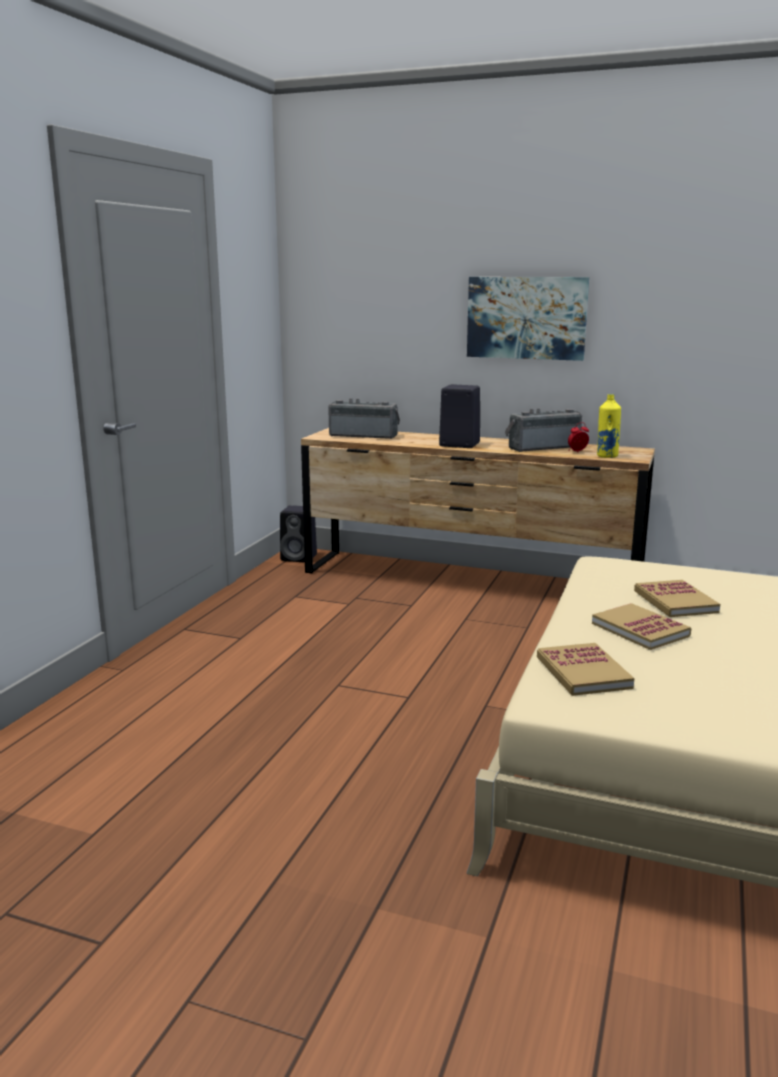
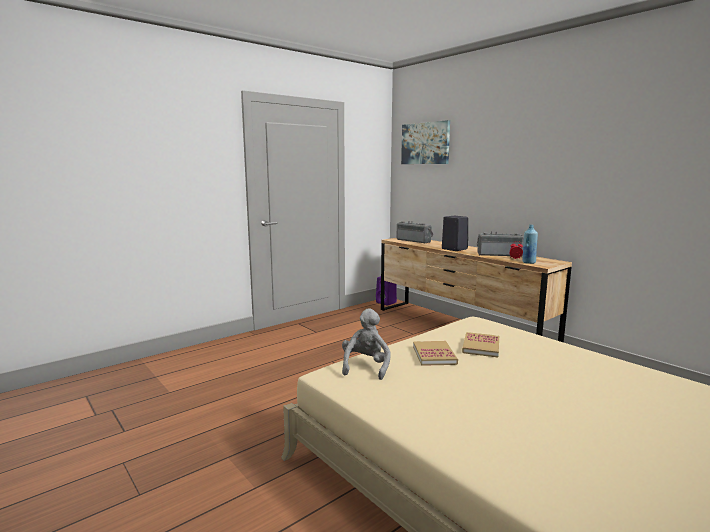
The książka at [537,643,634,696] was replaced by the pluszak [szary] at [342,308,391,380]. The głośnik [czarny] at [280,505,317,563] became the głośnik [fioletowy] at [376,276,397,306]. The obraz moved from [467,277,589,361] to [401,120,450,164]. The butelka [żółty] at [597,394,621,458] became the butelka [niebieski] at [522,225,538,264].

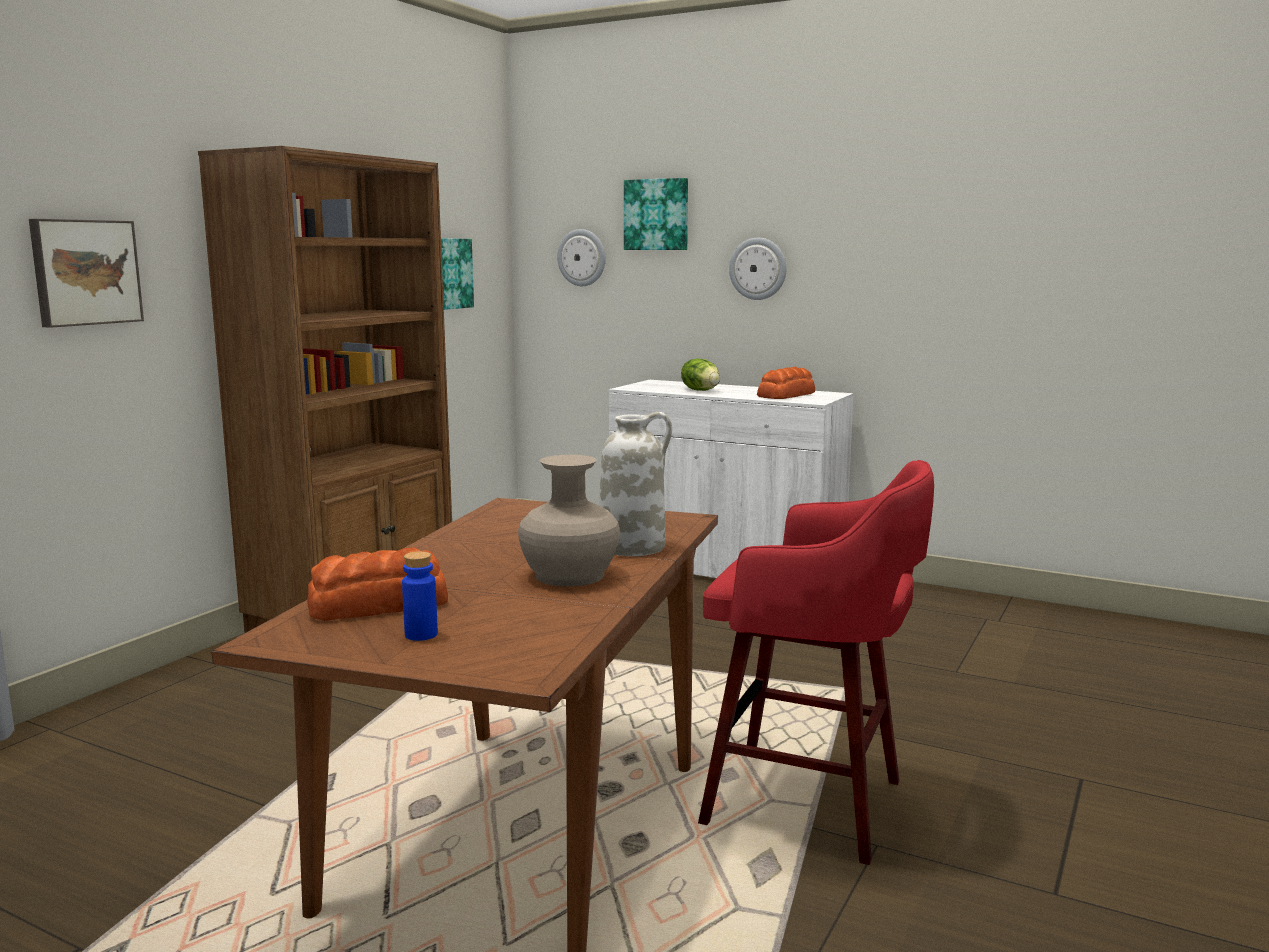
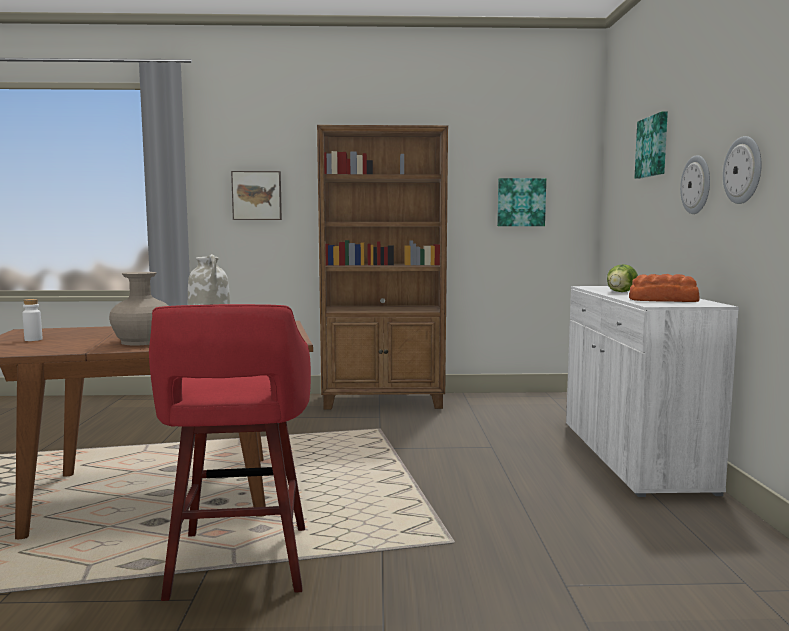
The butelka [niebieski] at [402,551,438,641] became the butelka [biały] at [22,299,42,341]. The zegar ścienny moved from [557,229,606,286] to [723,136,762,204]. The chleb at [307,548,448,621] disappeared.

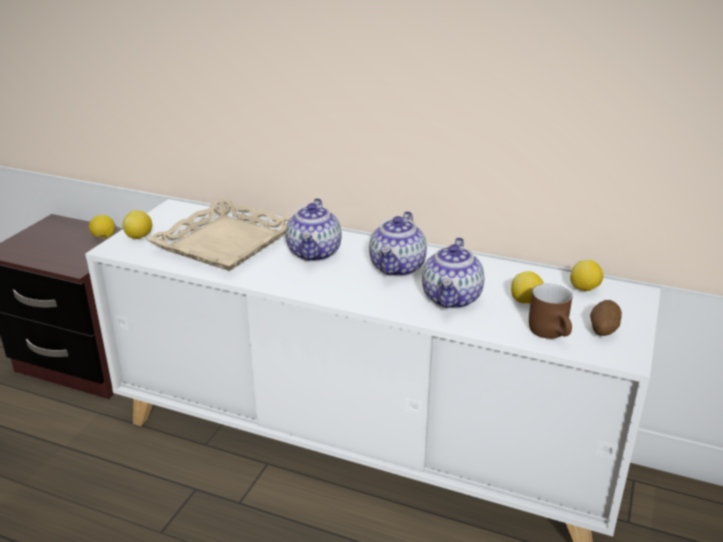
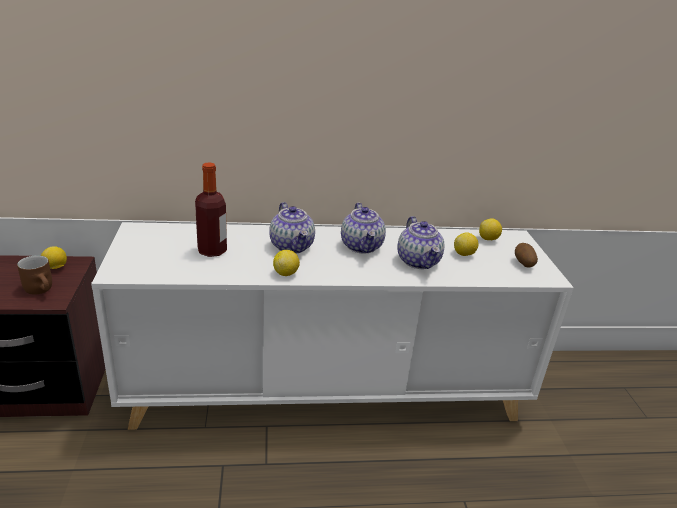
The kubek [brązowy] moved from [529,284,572,339] to [17,255,52,295]. The taca [beżowy] at [146,198,291,271] was replaced by the butelka at [195,162,227,257]. The cytryna moved from [122,210,152,239] to [273,250,300,276].

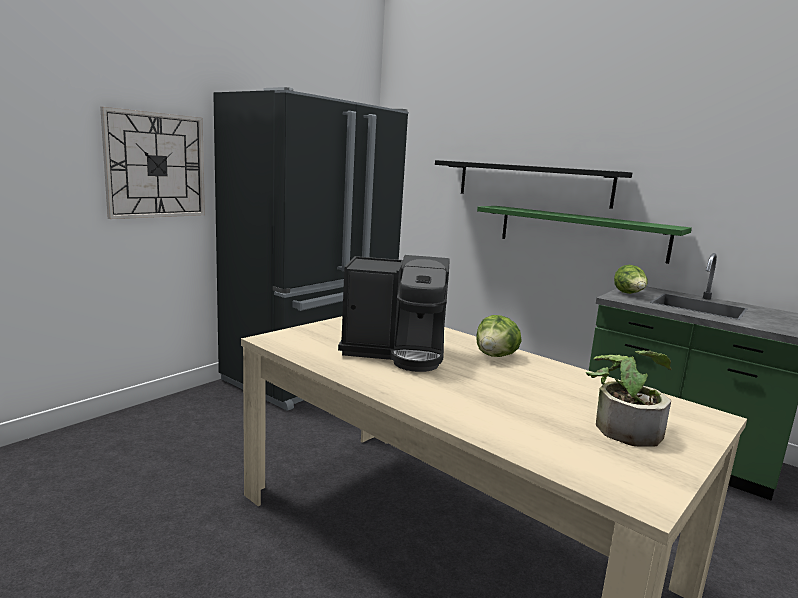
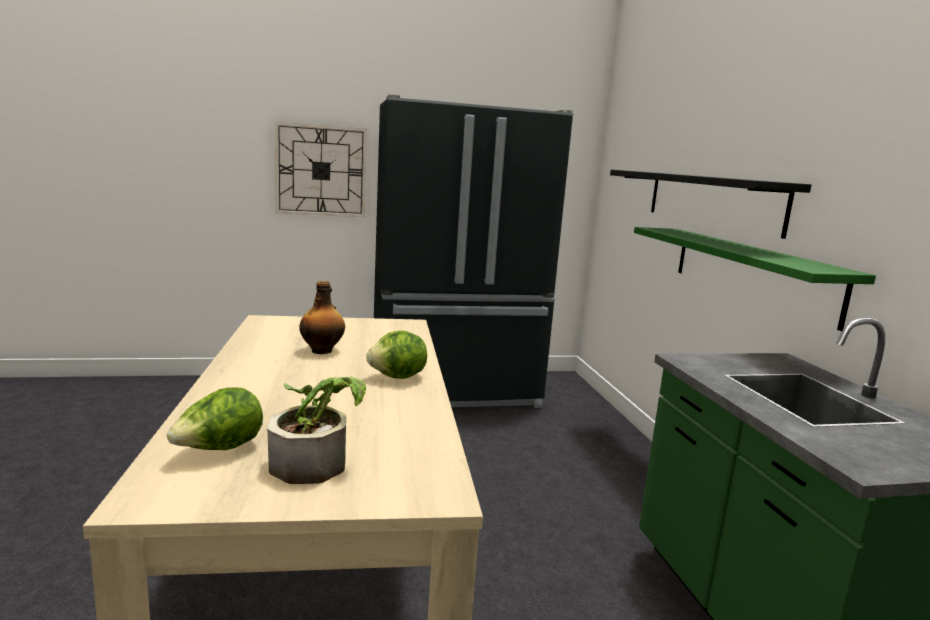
The sałata moved from [614,265,648,294] to [167,388,263,450]. The ekspres do kawy at [338,255,450,372] was replaced by the butelka at [299,281,345,354].

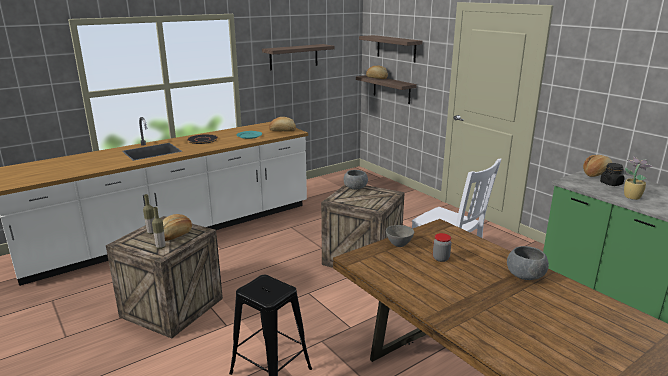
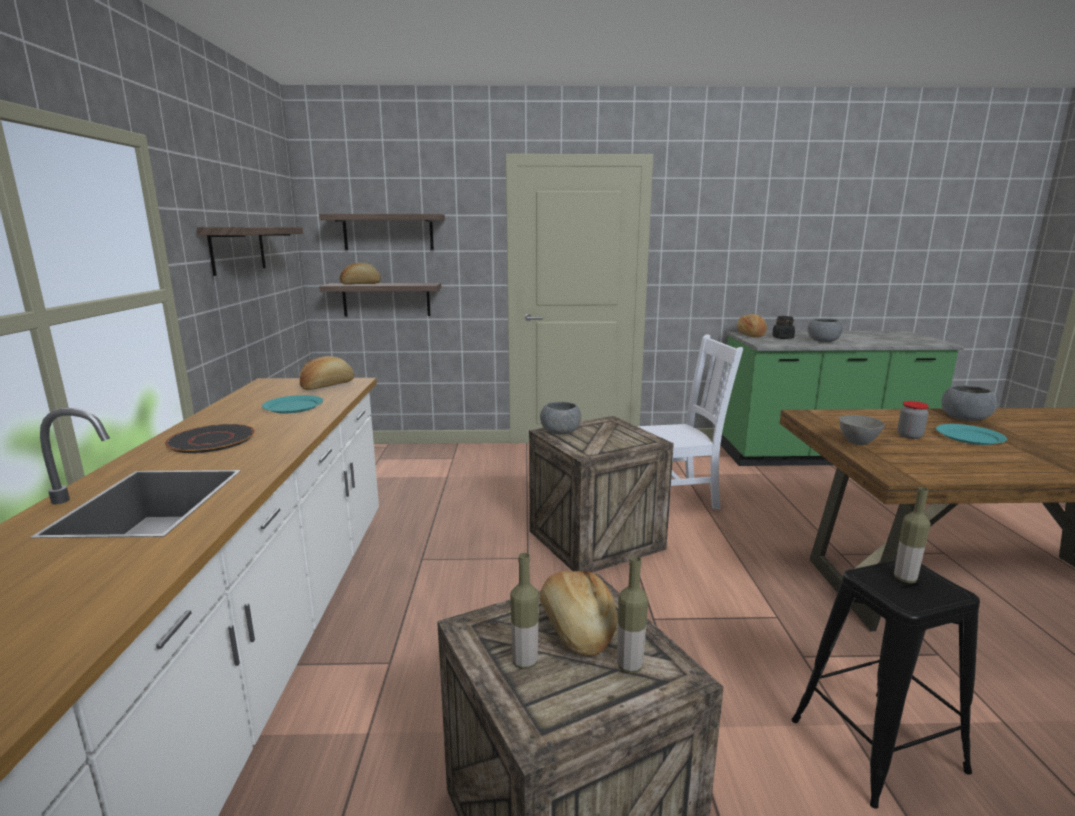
The roślina doniczkowa at [624,157,653,200] was replaced by the miska [szary] at [807,318,843,342]. The butelka at [894,487,930,583] appeared. The talerz [turkusowy] at [936,424,1007,445] appeared.

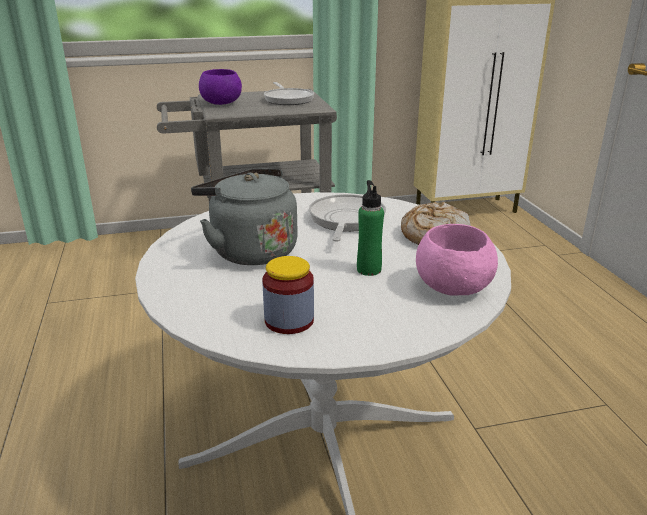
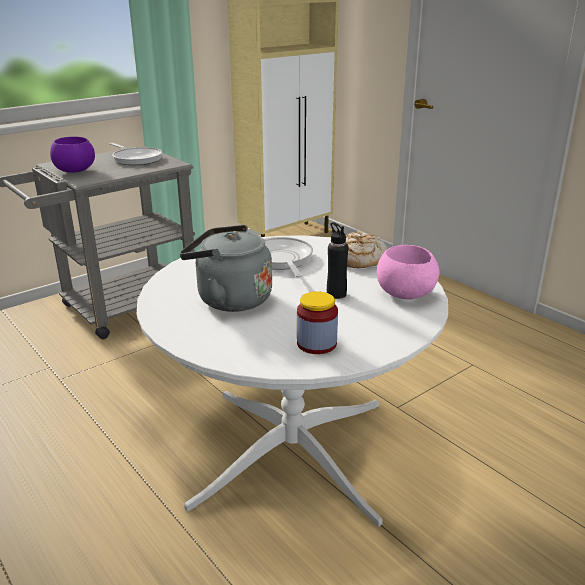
The butelka [zielony] at [357,180,384,276] became the butelka [czarny] at [327,222,348,299].

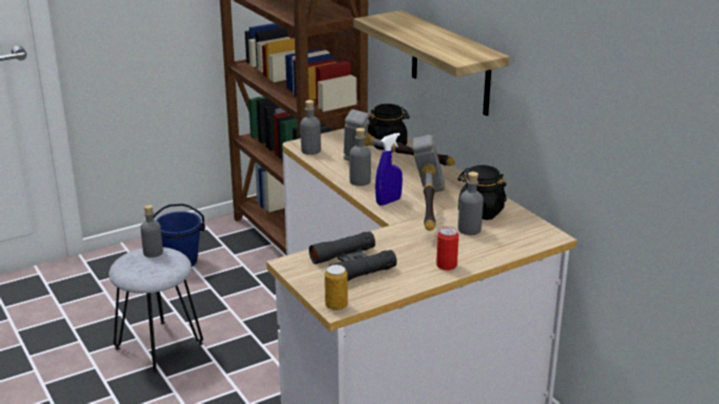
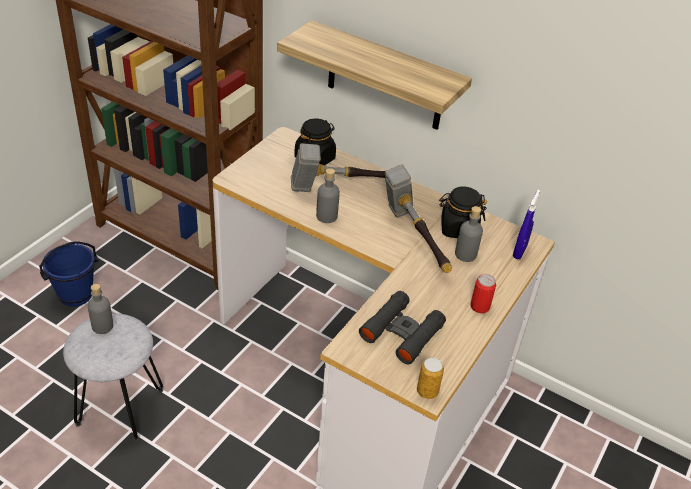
The spryskiwacz [niebieski] moved from [375,133,402,206] to [513,190,540,259]. The butelka [szary] at [300,100,321,155] disappeared.

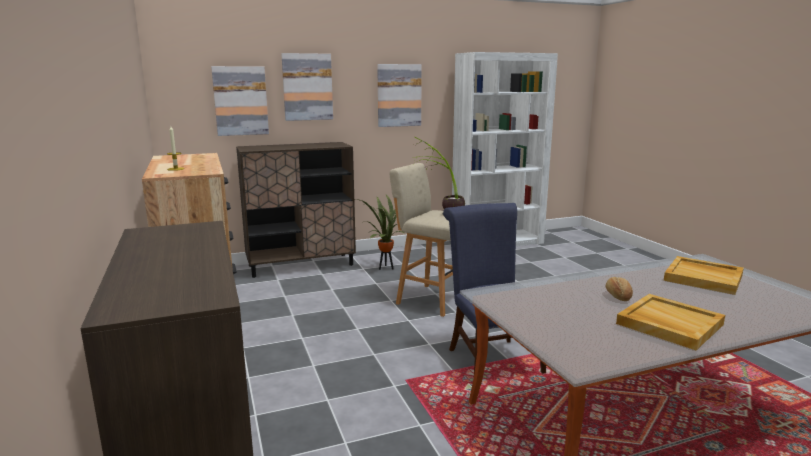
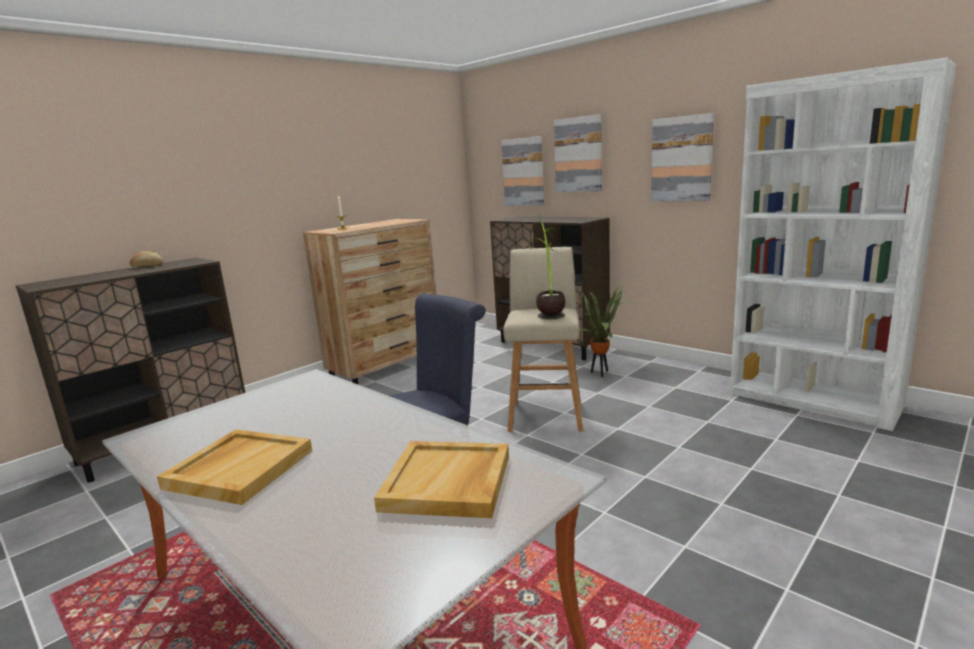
The chleb moved from [606,277,633,301] to [130,251,163,267].

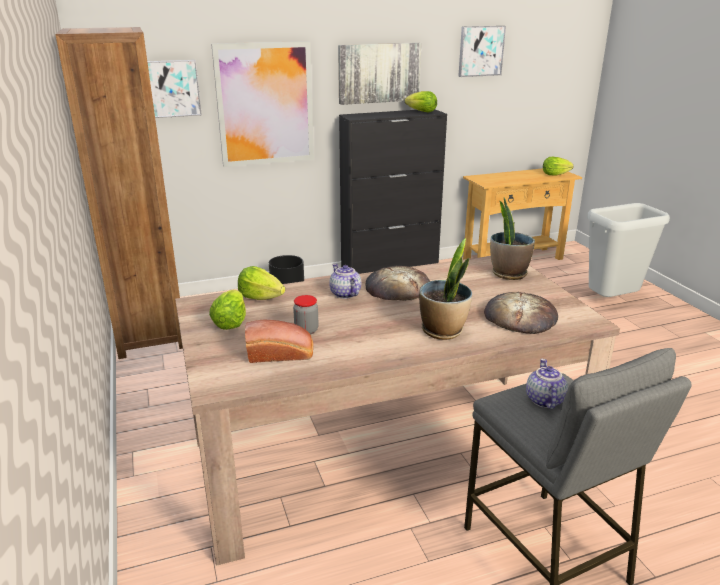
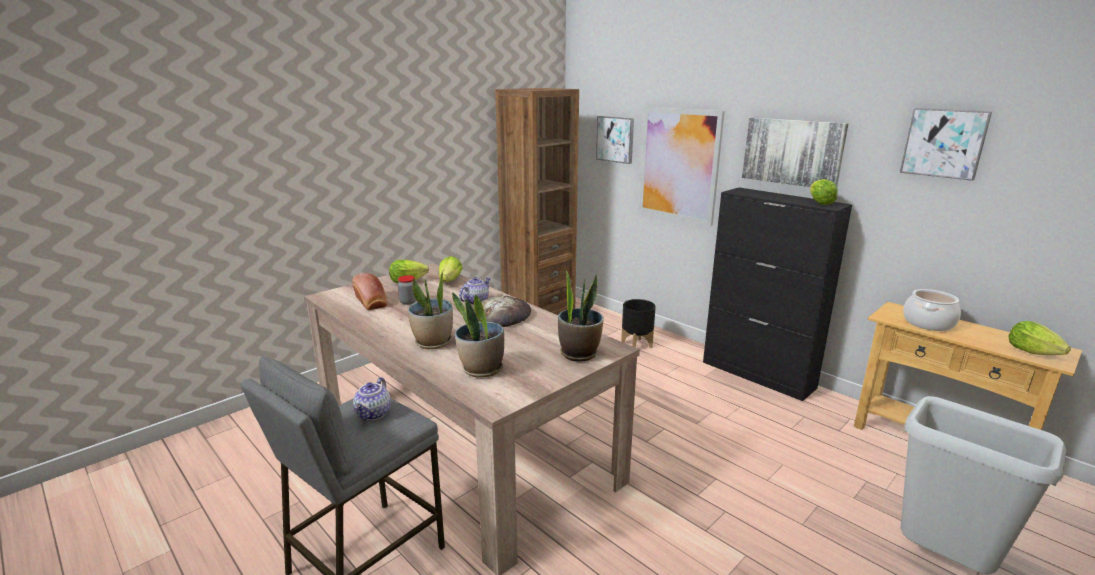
The imbryk at [526,359,568,409] turned 120 degrees clockwise. The chleb at [484,292,558,334] was replaced by the roślina doniczkowa at [452,292,504,378]. The garnek at [903,289,961,331] appeared.

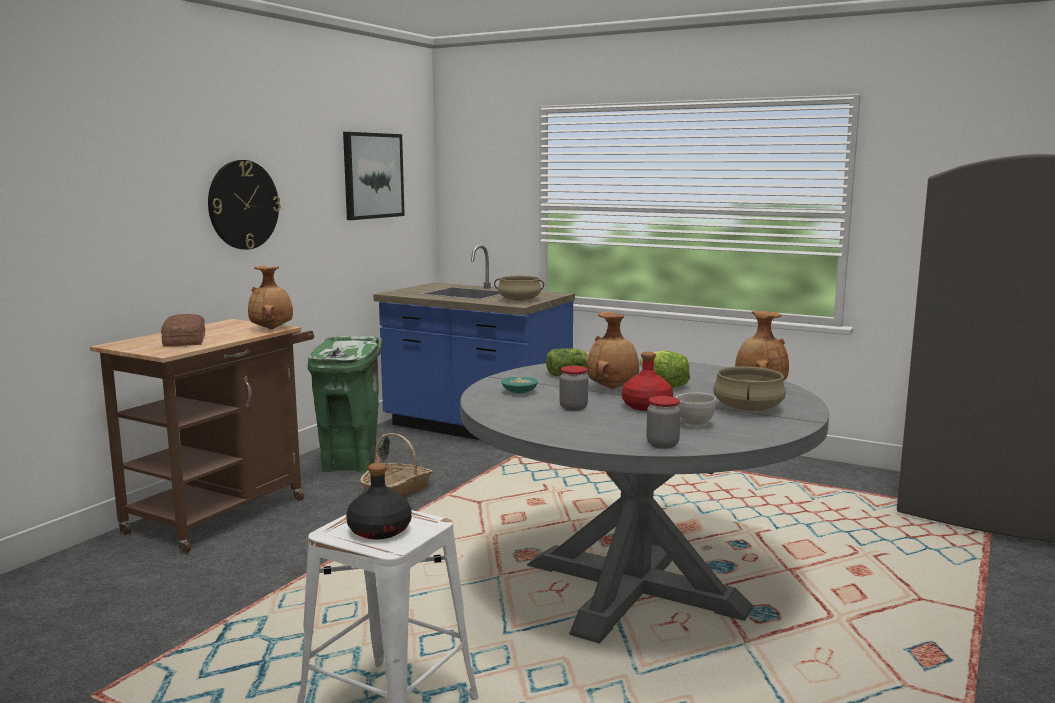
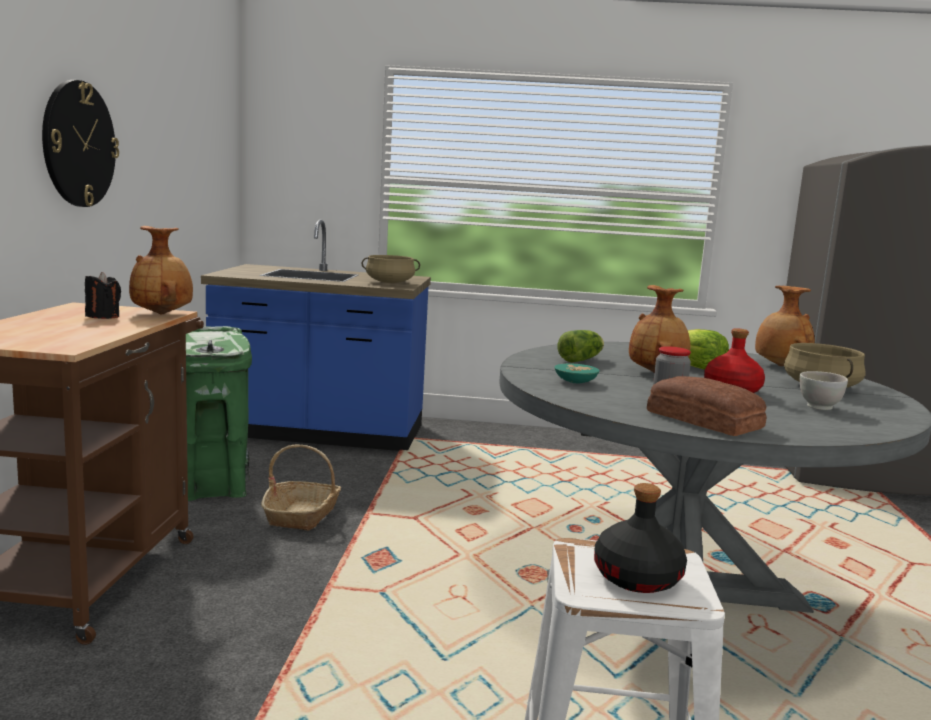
The świeca [czarny] at [85,272,121,319] appeared. The chleb moved from [161,314,205,347] to [647,376,767,436]. The obraz at [343,132,405,220] disappeared. The słoik at [646,396,681,449] disappeared.

